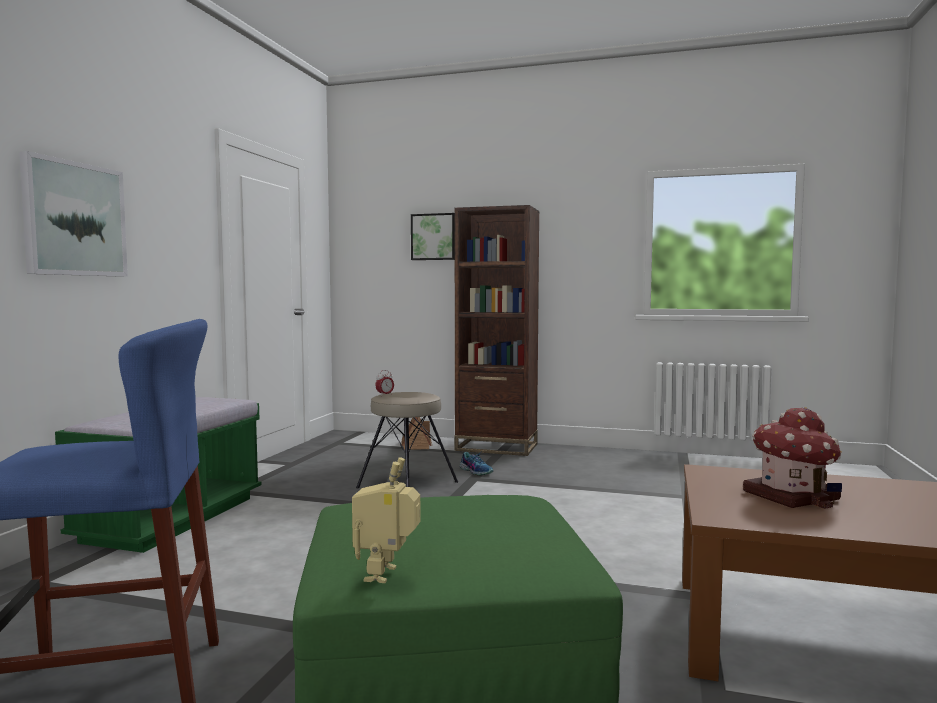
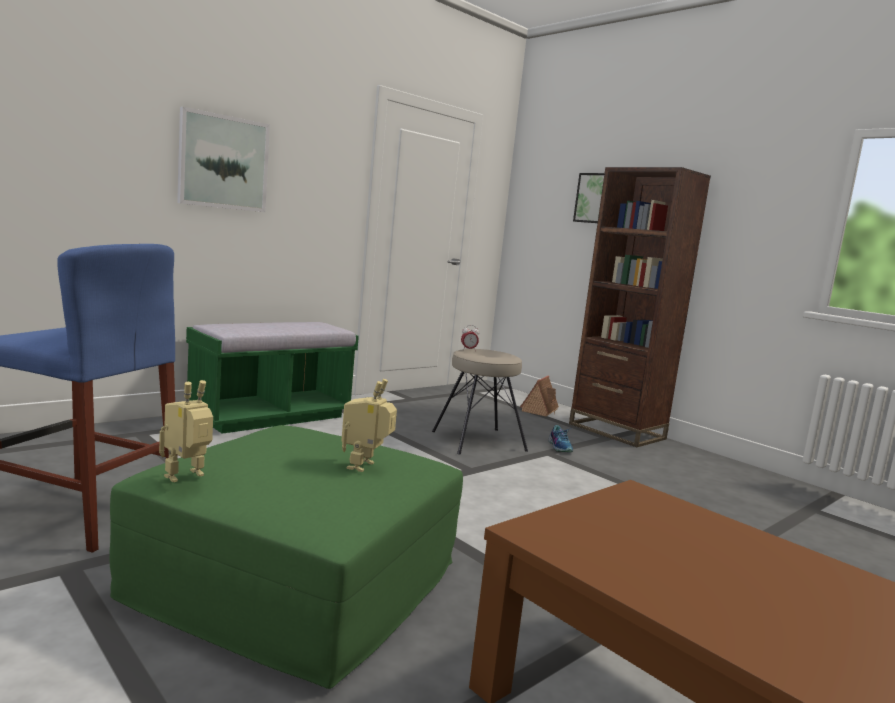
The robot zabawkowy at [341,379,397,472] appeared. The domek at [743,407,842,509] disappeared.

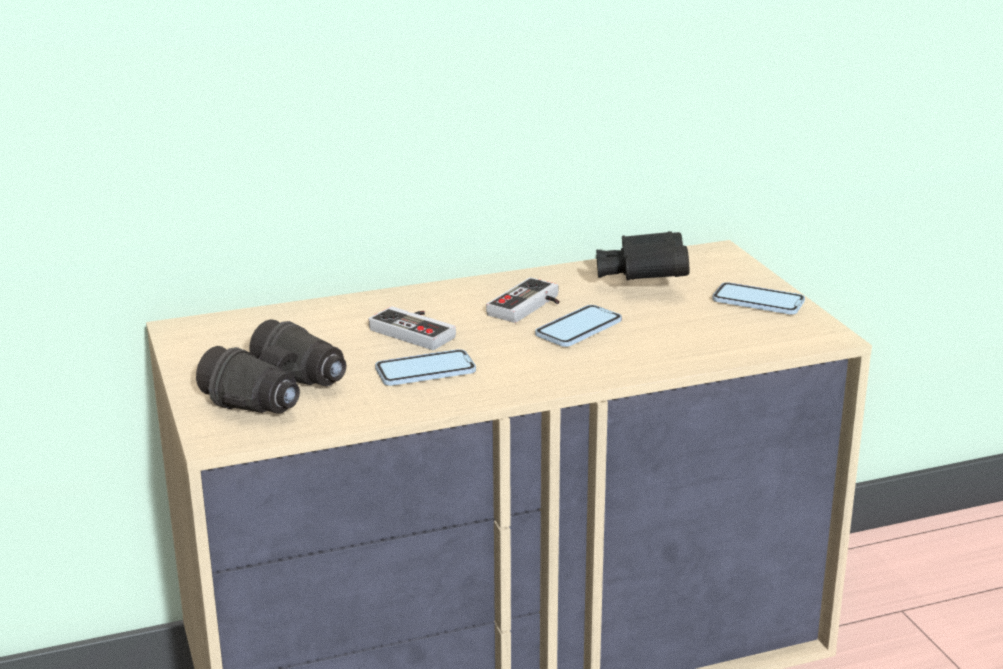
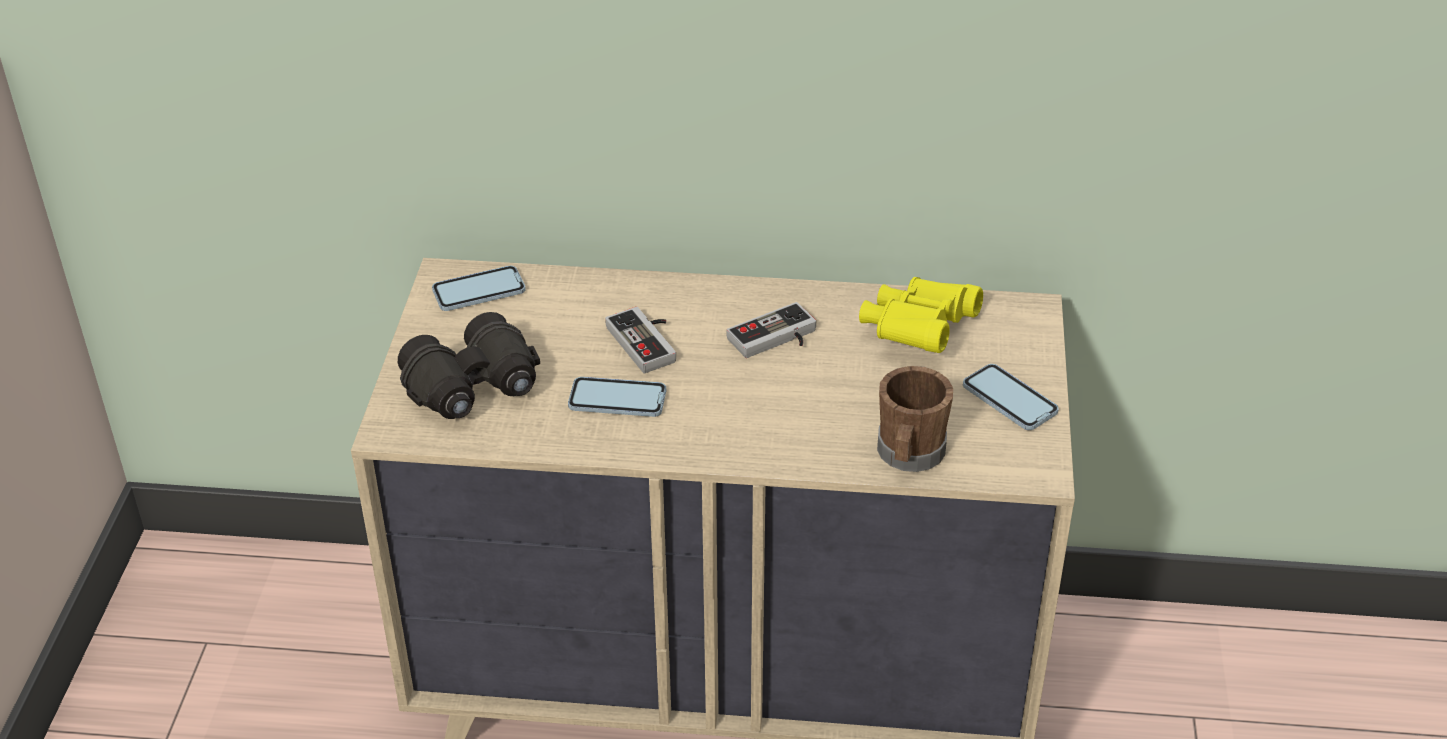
The telefon moved from [535,305,622,347] to [432,266,526,311]. The lornetka [czarny] at [596,231,690,280] became the lornetka [żółty] at [859,277,983,353]. The kubek [brązowy] at [877,366,953,472] appeared.

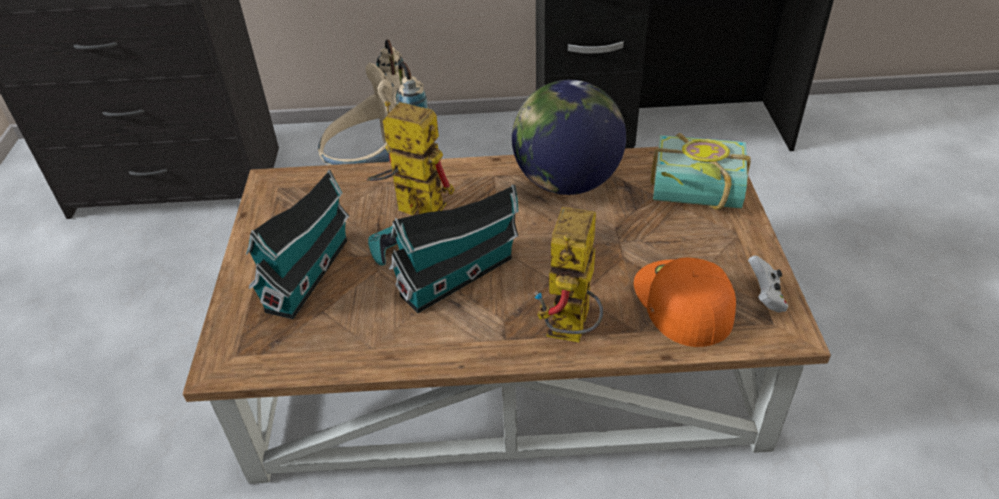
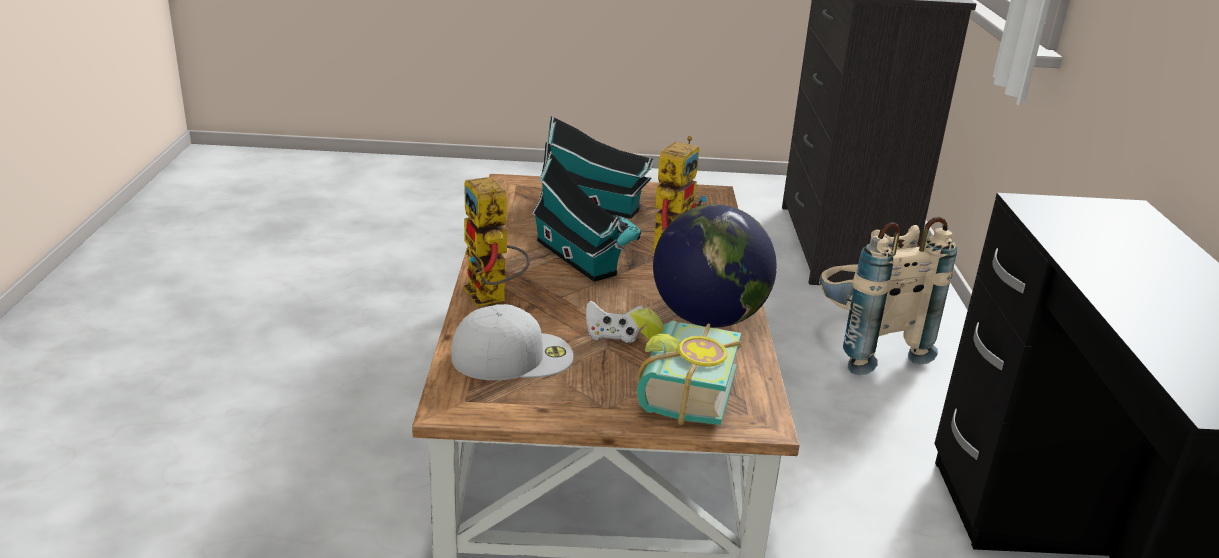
The czapka z daszkiem [pomarańczowy] at [634,258,736,347] became the czapka z daszkiem [biały] at [451,304,573,380]. The robot zabawkowy at [534,207,603,342] turned 135 degrees counterclockwise. The pad do gier [biały] moved from [748,255,788,312] to [586,301,644,343].

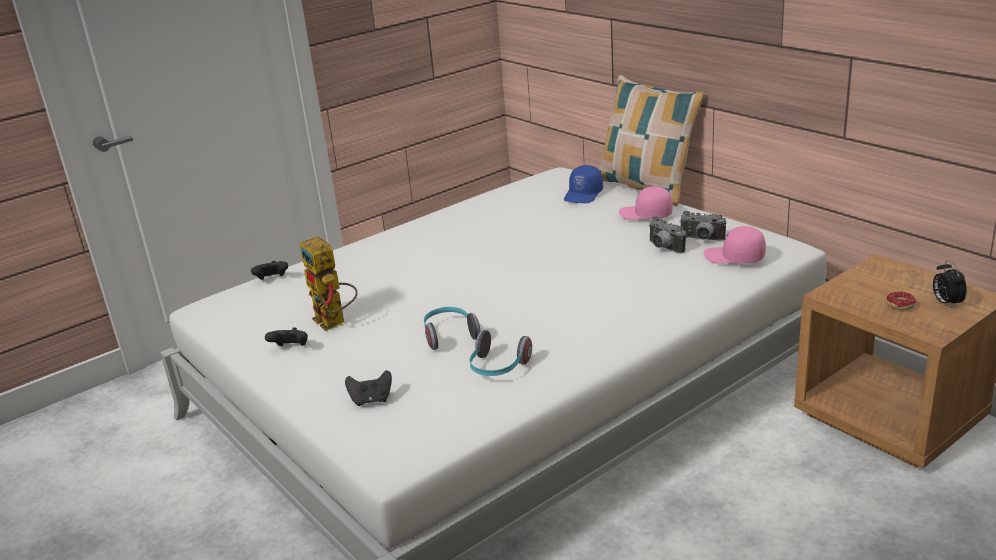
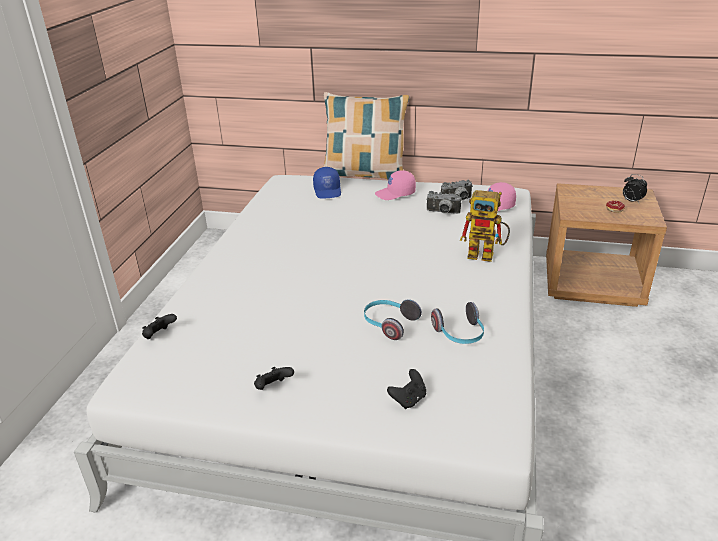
The robot zabawkowy moved from [300,236,358,331] to [460,190,510,262].

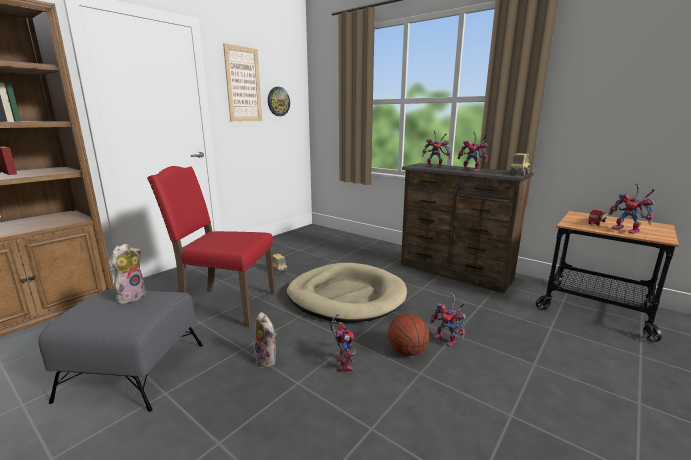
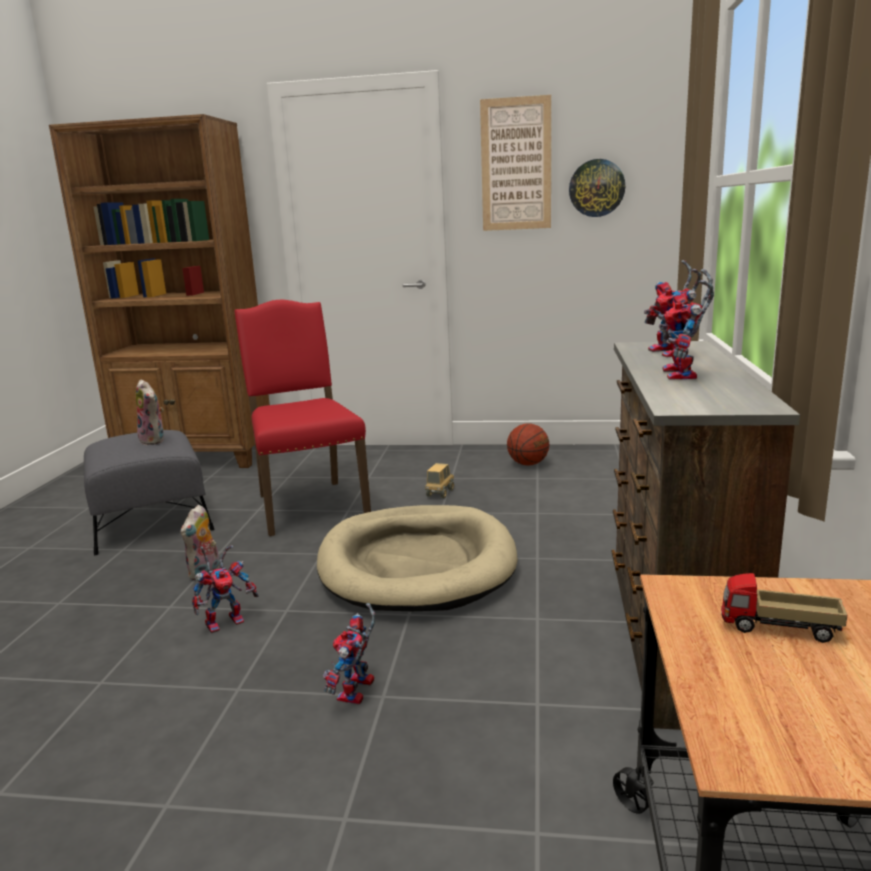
The pluszak at [111,244,146,304] turned 60 degrees clockwise. The piłka do koszykówki moved from [388,313,429,356] to [507,423,550,466]. The ciężarówka zabawkowa at [510,153,530,176] disappeared. The robot zabawkowy at [609,183,656,234] disappeared.

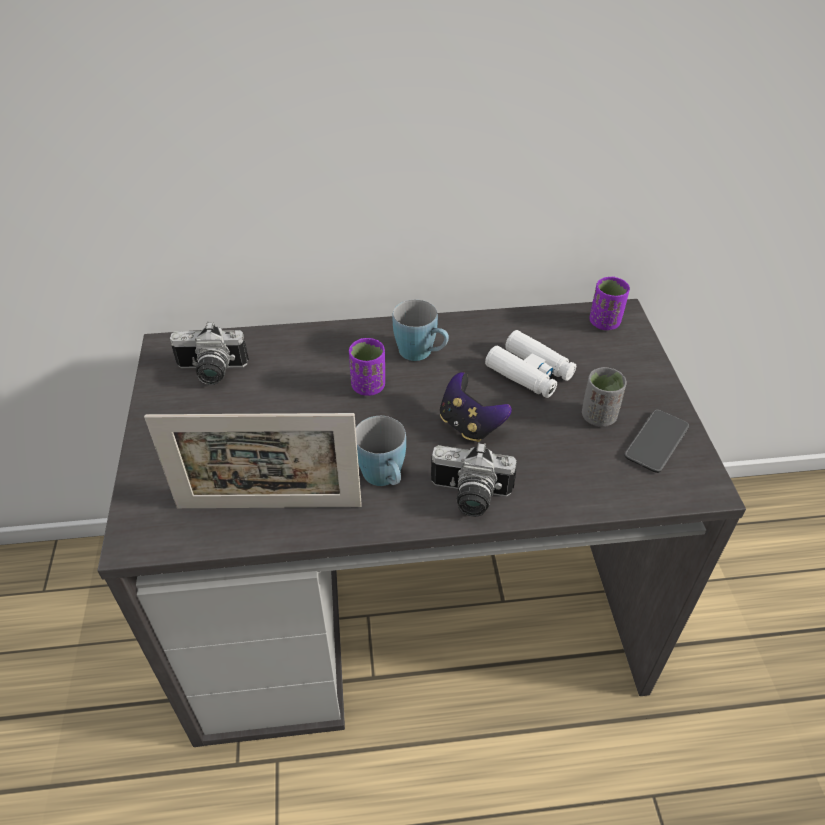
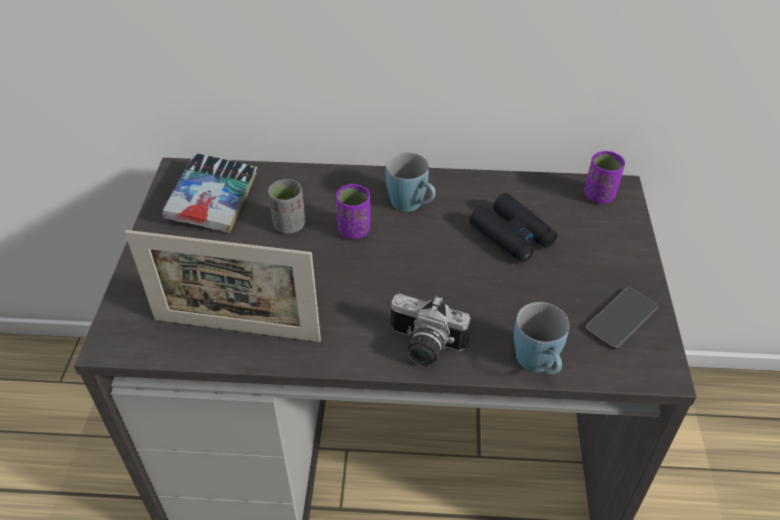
The aparat fotograficzny at [170,322,249,385] was replaced by the książka at [162,153,257,233]. The filiżanka [szary] moved from [582,367,627,427] to [268,179,306,234]. The lornetka [biały] at [485,330,576,398] became the lornetka [czarny] at [469,193,557,262]. The kubek [niebieski] moved from [356,416,406,486] to [514,302,569,374]. The pad do gier at [440,372,512,442] disappeared.

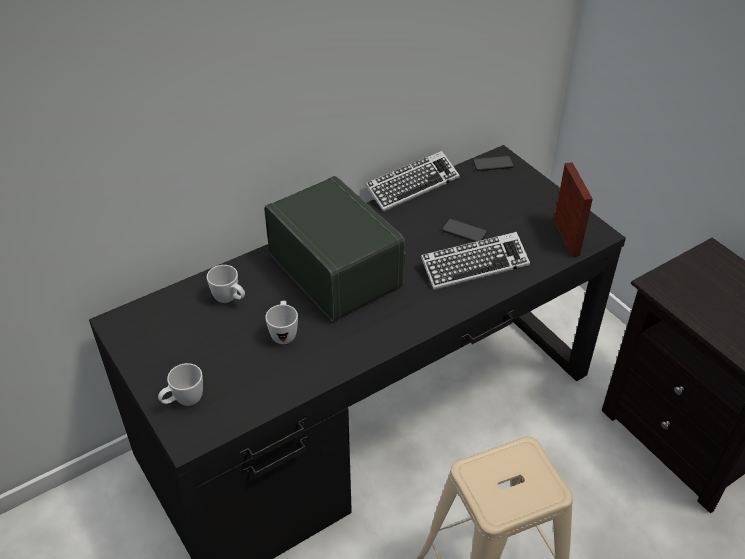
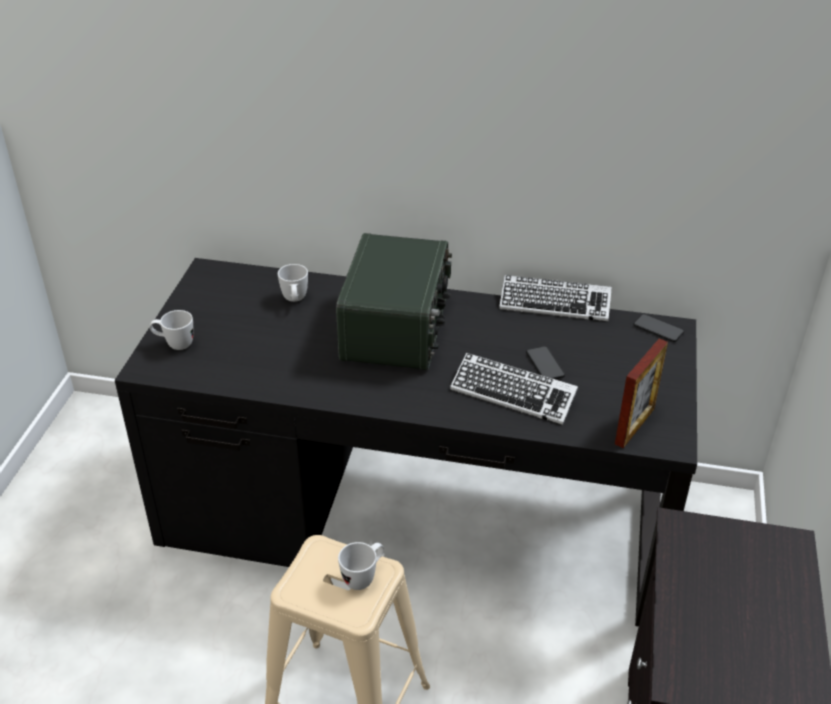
The kubek [biały] moved from [265,301,298,344] to [338,542,384,590].

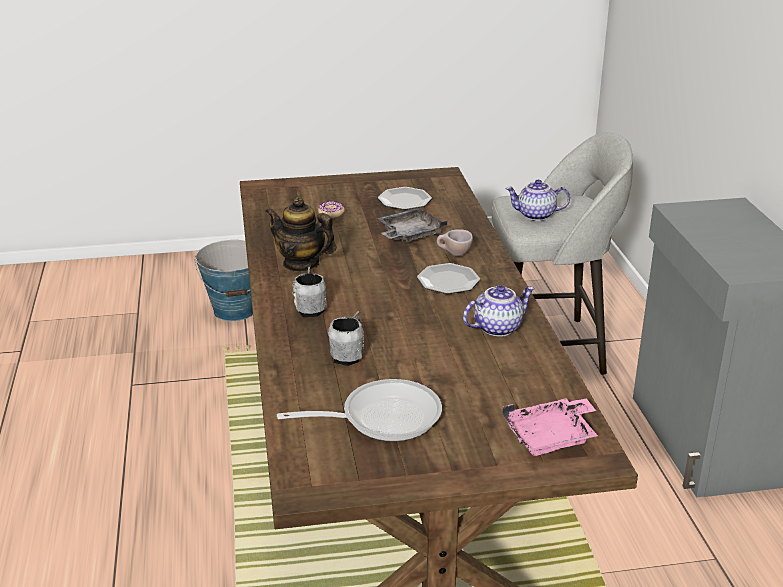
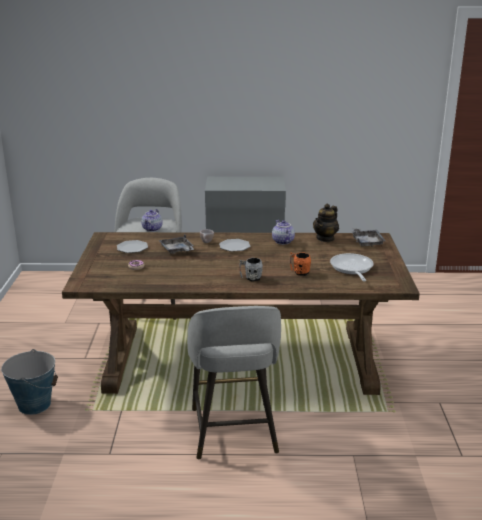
The stołek [szary] at [187,306,281,459] appeared. The kubek [szary] at [328,311,364,366] became the kubek [pomarańczowy] at [290,252,311,276]. The imbryk moved from [265,197,337,272] to [313,203,339,242]. The taca [różowy] at [502,398,598,456] became the taca [szary] at [351,228,386,247].

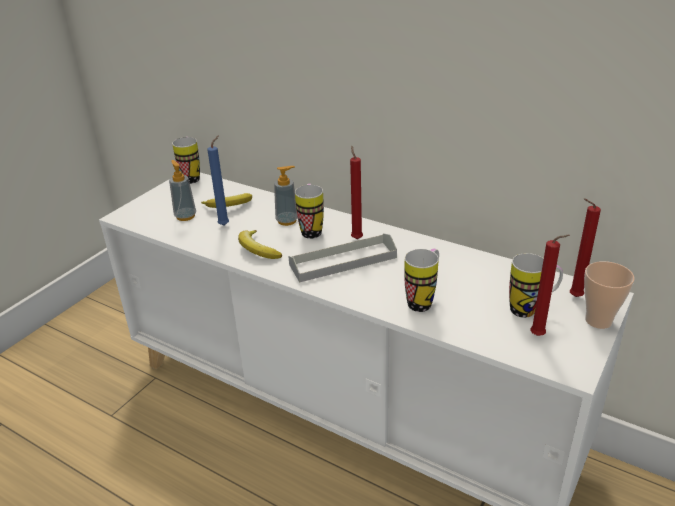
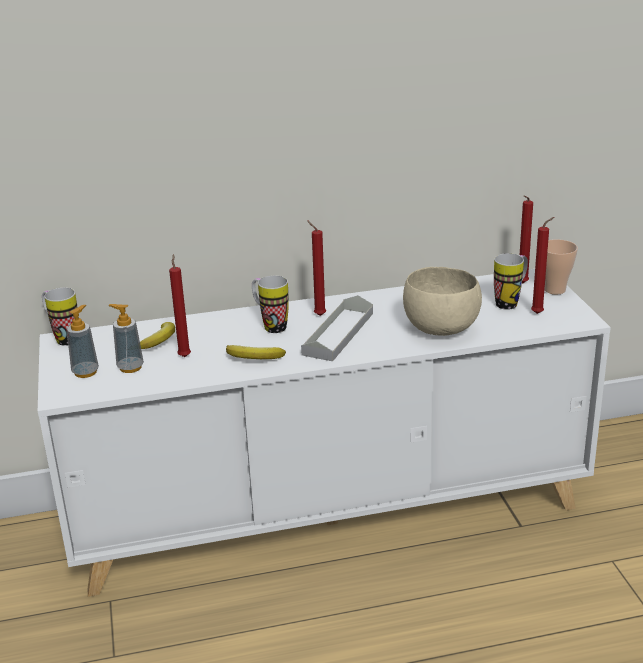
The dozownik mydła moved from [274,166,298,226] to [67,305,99,378]. The świeca [niebieski] at [207,136,229,226] became the świeca [czerwony] at [169,254,191,357]. The kubek at [404,249,439,312] was replaced by the miska [beżowy] at [403,267,482,336].

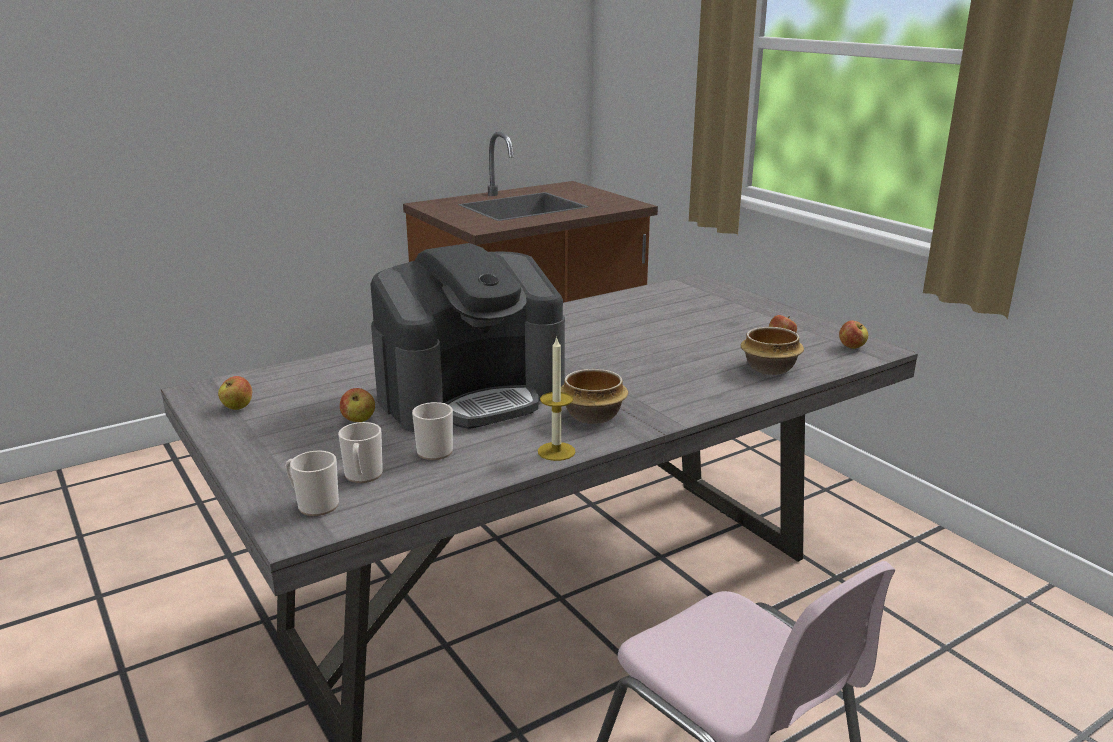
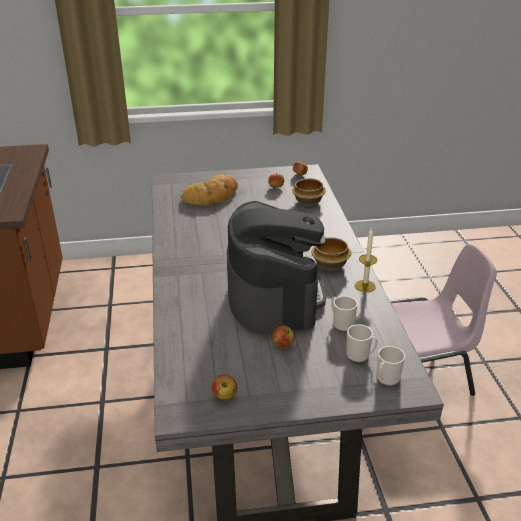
The chleb at [181,174,238,206] appeared.

